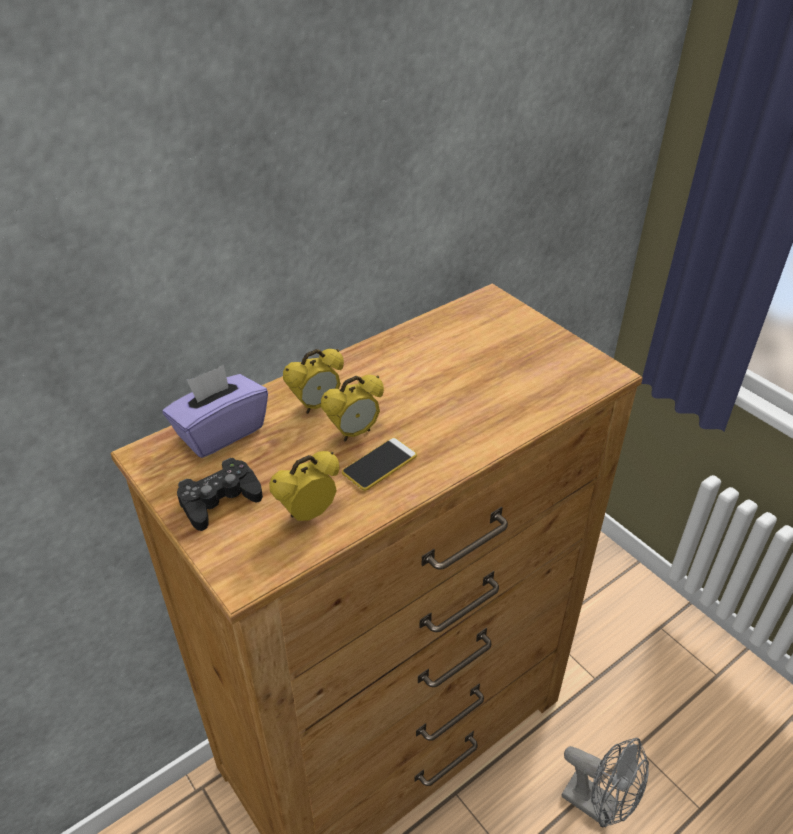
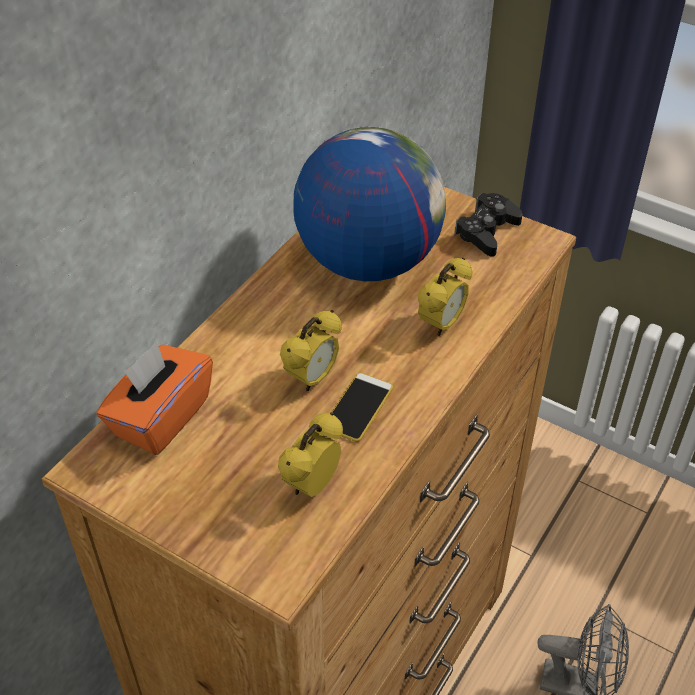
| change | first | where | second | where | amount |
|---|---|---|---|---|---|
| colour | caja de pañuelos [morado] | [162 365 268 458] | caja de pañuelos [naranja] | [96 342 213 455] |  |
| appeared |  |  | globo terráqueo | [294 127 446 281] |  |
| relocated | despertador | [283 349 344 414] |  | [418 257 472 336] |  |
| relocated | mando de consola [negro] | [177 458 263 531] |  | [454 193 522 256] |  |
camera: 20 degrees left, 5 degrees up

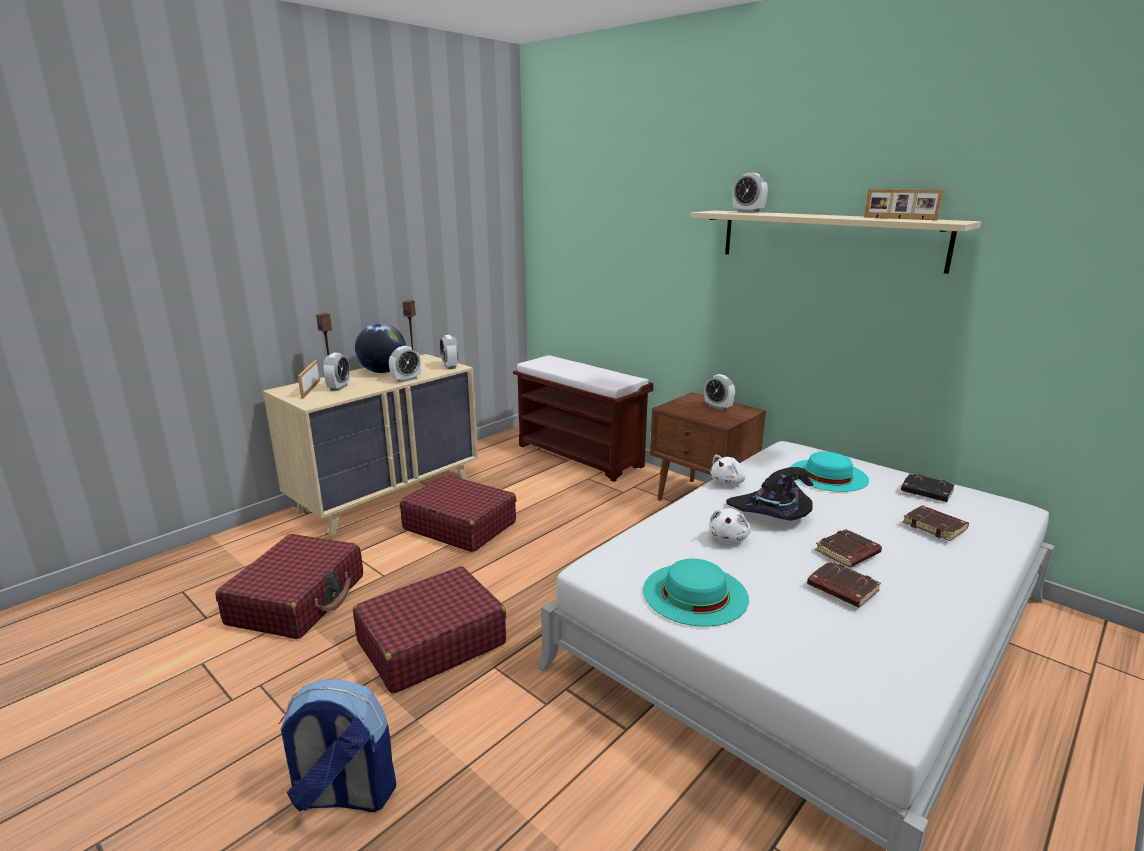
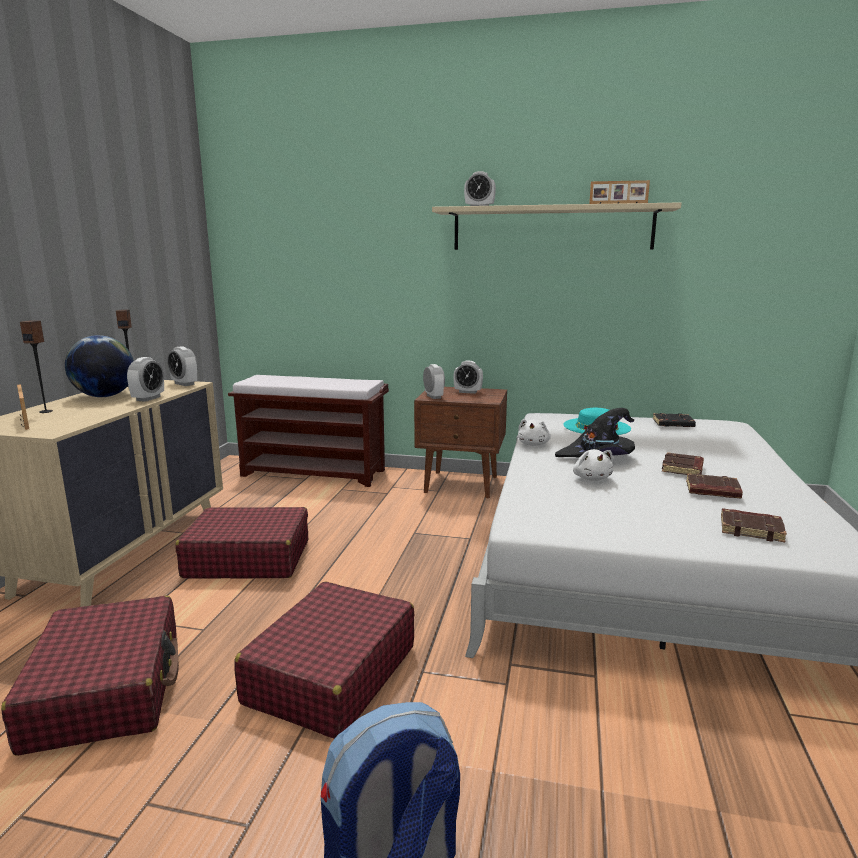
| change | first | where | second | where | amount |
|---|---|---|---|---|---|
| relocated | despertador | [323 353 350 391] |  | [423 364 445 399] |  |
| relocated | libro [marrón] | [903 505 969 541] |  | [721 508 787 542] |  |
| missing | sombrero [turquesa] | [643 559 749 627] |  |  |  |
camera: 30 degrees left, 5 degrees down

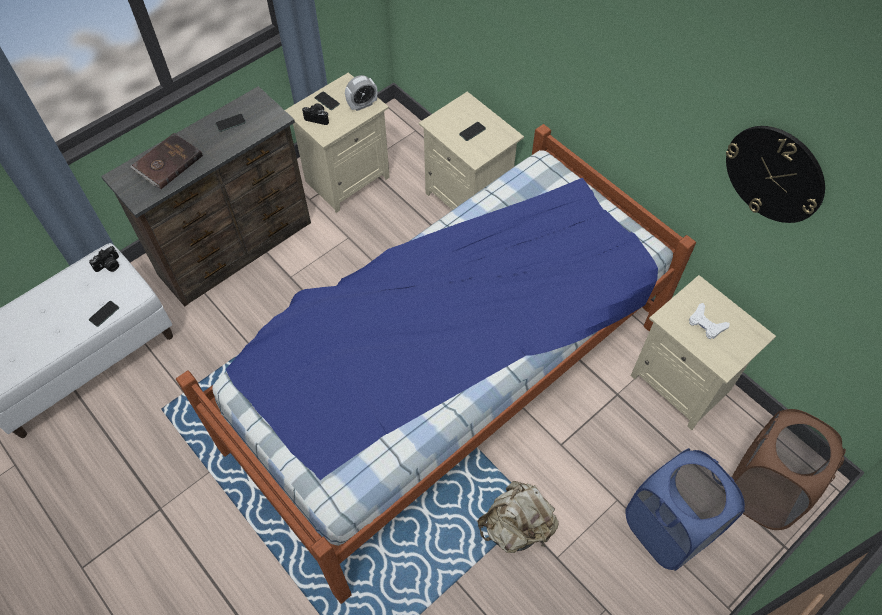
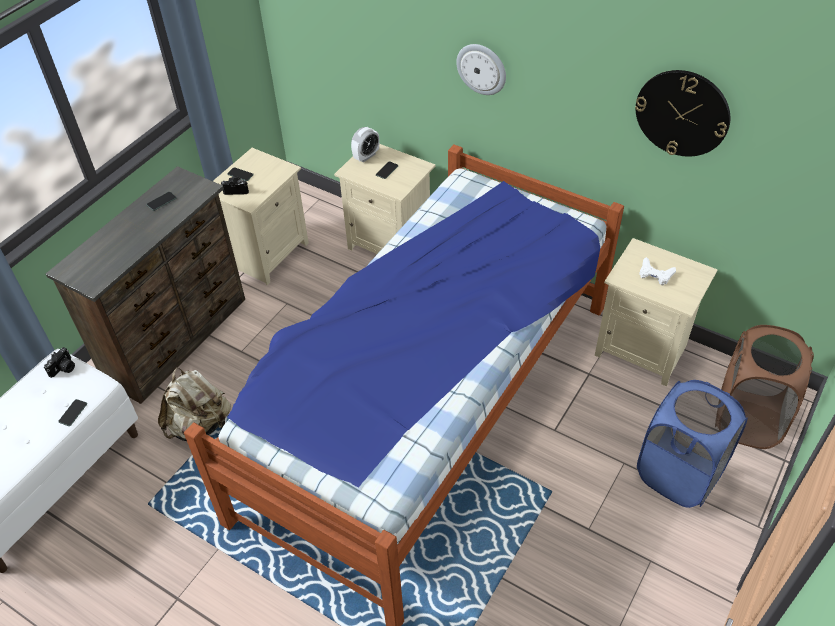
| change | first | where | second | where | amount |
|---|---|---|---|---|---|
| relocated | mochila [beis] | [477 481 559 553] |  | [158 367 231 441] |  |
| relocated | despertador | [345 75 377 111] |  | [351 127 379 162] |  |
| appeared |  |  | reloj de pared | [456 44 506 95] |  |
| missing | libro [marrón] | [130 133 203 189] |  |  |  |
camera: 15 degrees left, 10 degrees down

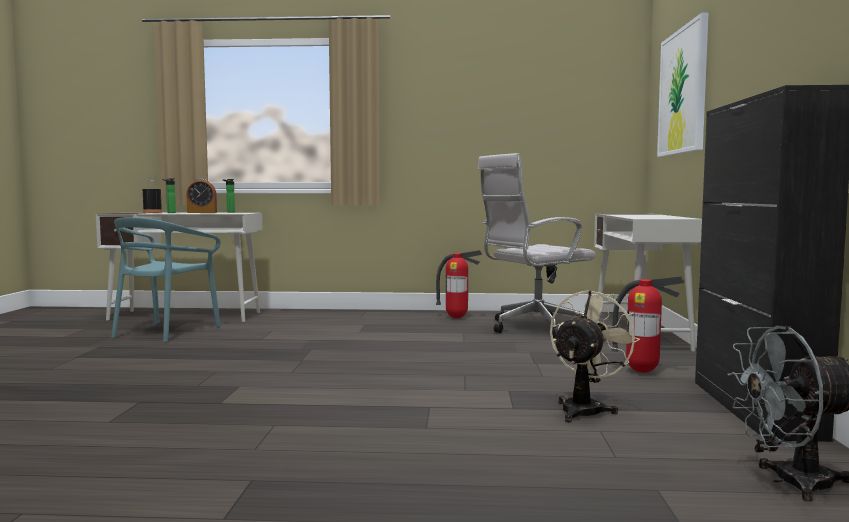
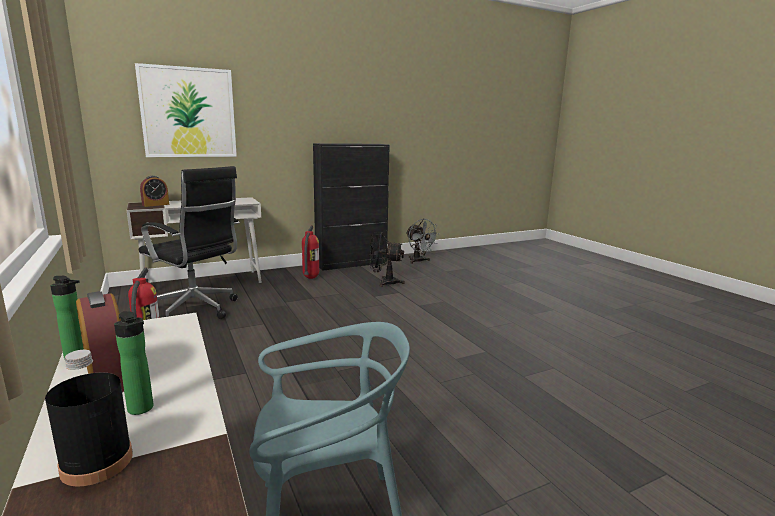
| change | first | where | second | where | amount |
|---|---|---|---|---|---|
| colour | silla de oficina [blanco] | [478 153 596 338] | silla de oficina [negro] | [139 166 240 319] |  |
| appeared |  |  | despertador | [140 176 169 207] |  |
| colour | ventilador [beis] | [550 290 640 422] | ventilador [negro] | [369 232 405 287] |  |
camera: 120 degrees left, 10 degrees up

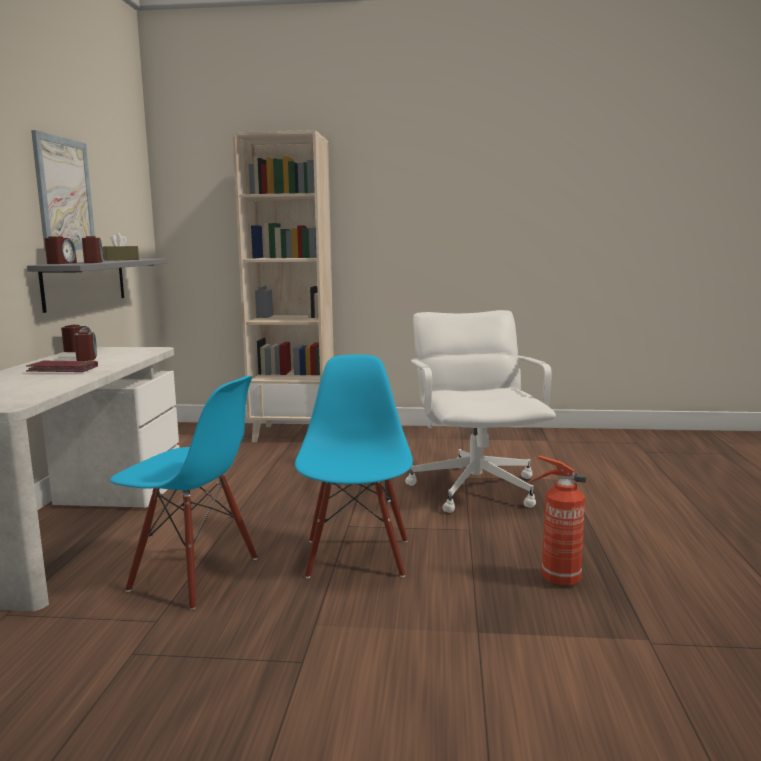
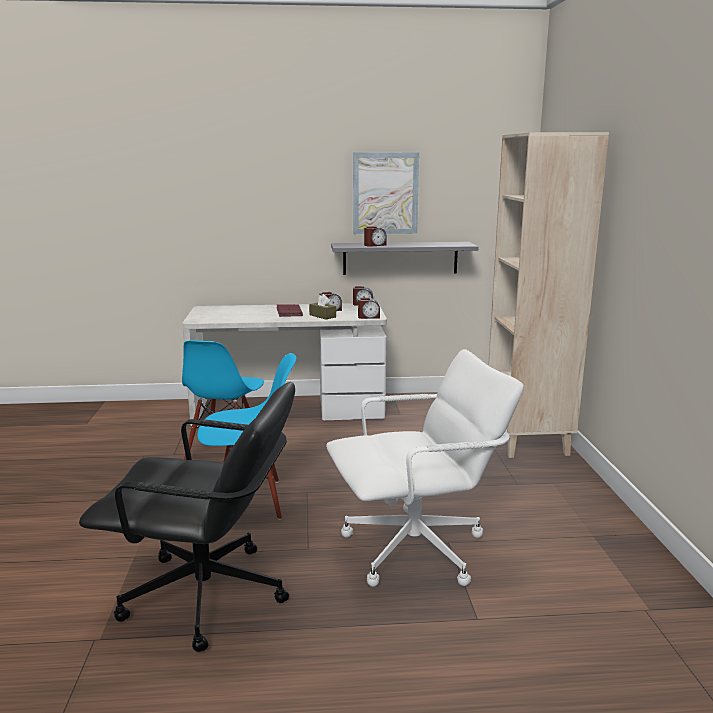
| change | first | where | second | where | amount |
|---|---|---|---|---|---|
| exchanged | extintor | [528 455 586 586] | silla de oficina [negro] | [79 382 295 652] |  |
| relocated | caja de pañuelos [marrón] | [102 233 139 261] |  | [309 294 336 319] |  |
| relocated | despertador | [44 236 77 264] |  | [358 298 380 319] |  |
camera: 80 degrees right, 5 degrees up

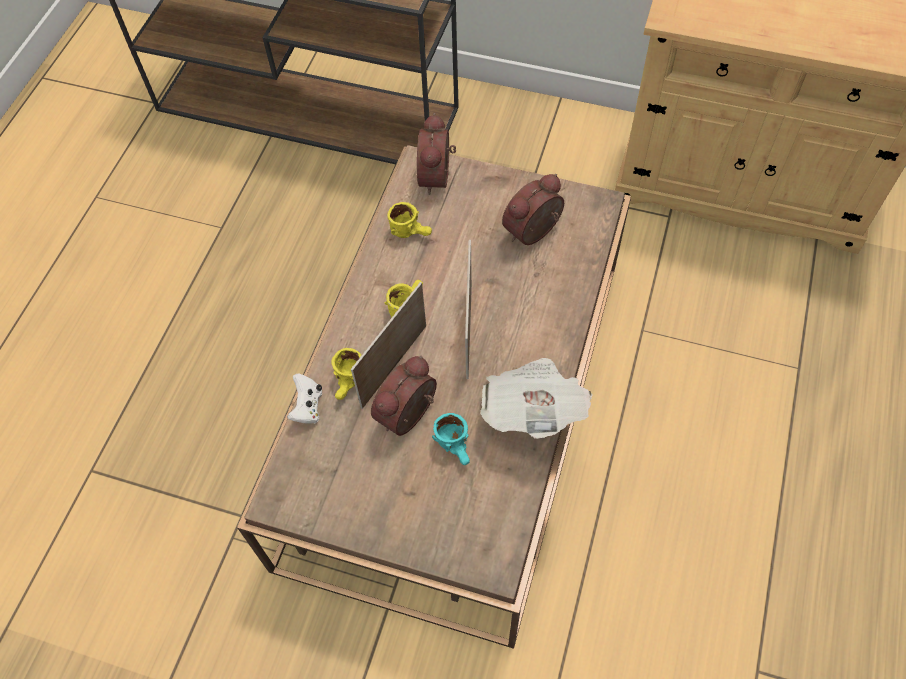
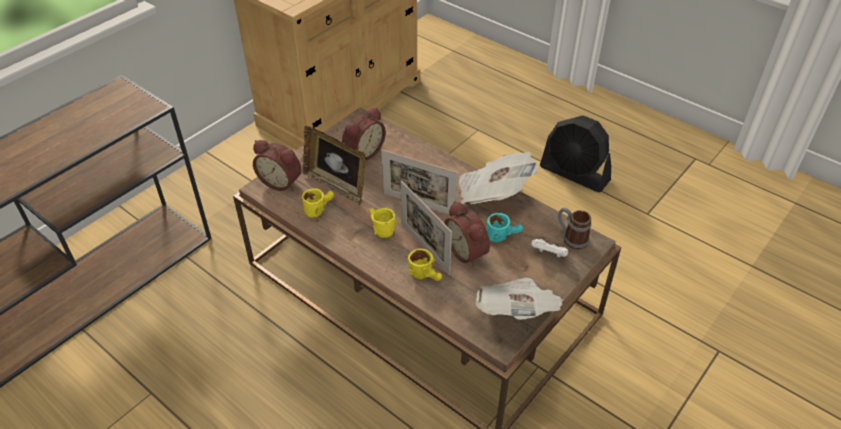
| change | first | where | second | where | amount |
|---|---|---|---|---|---|
| appeared |  |  | portarretratos | [302 126 365 206] |  |
| spun | despertador | [502 174 564 245] |  | [342 107 386 161] | 120 degrees counterclockwise |
| appeared |  |  | periódico | [475 278 564 320] |  |
| relocated | mando de consola [blanco] | [287 373 322 424] |  | [531 237 568 258] |  |
| appeared |  |  | ventilador [negro] | [540 116 611 192] |  |
| appeared |  |  | taza grande | [558 208 592 250] |  |
camera: 70 degrees left, 15 degrees down

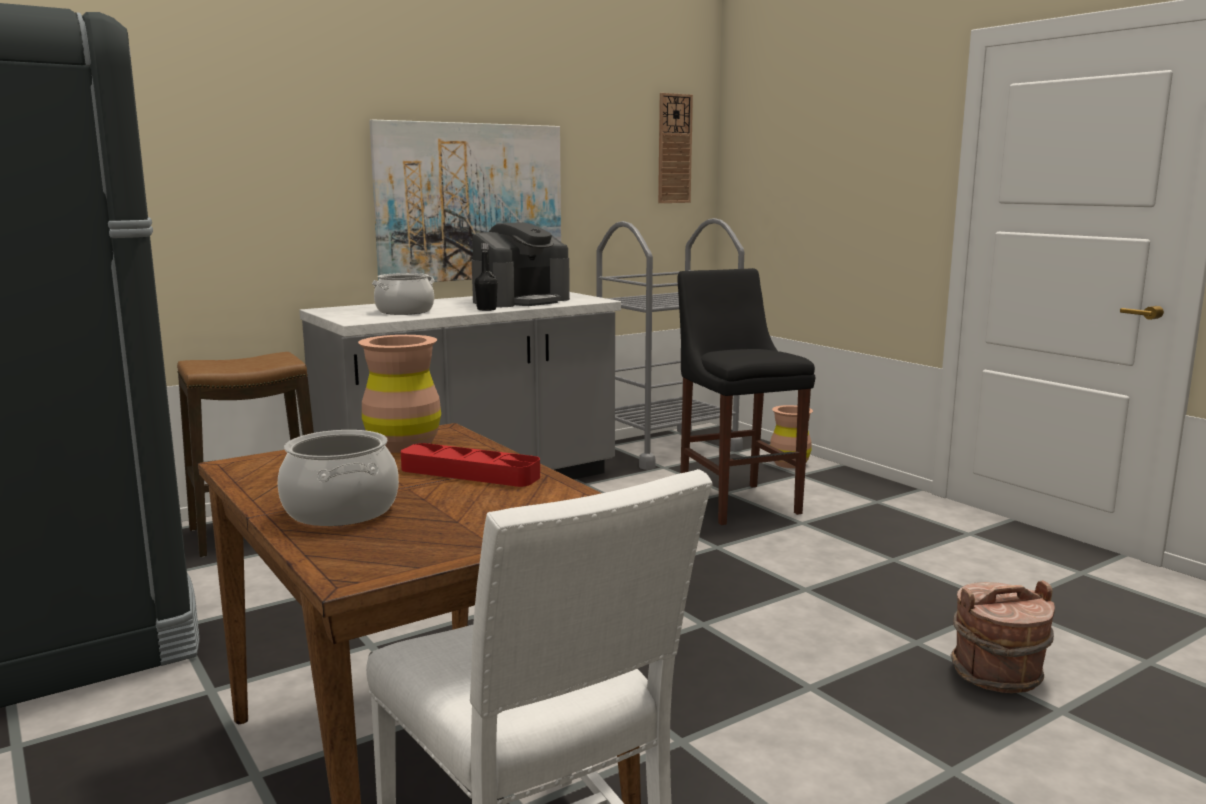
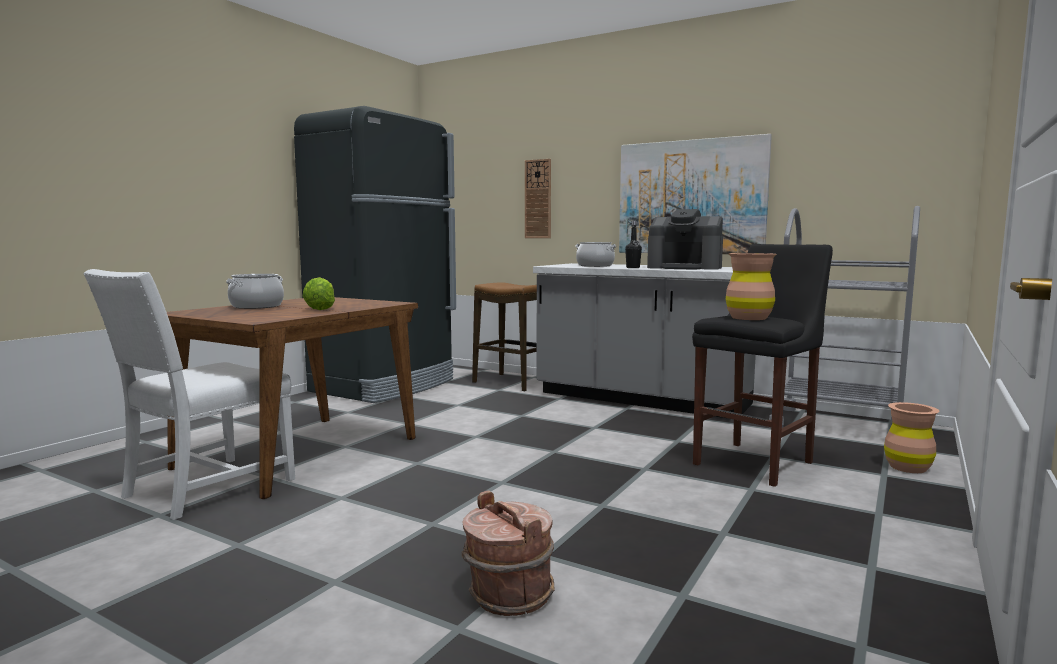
| change | first | where | second | where | amount |
|---|---|---|---|---|---|
| exchanged | bandeja [rojo] | [401 443 540 487] | lechuga | [303 277 335 310] |  |
| relocated | reloj de pared | [658 93 693 203] |  | [525 159 551 238] |  |
| relocated | florero [marrón] | [358 335 441 453] |  | [726 253 777 320] |  |
camera: 65 degrees right, 5 degrees down

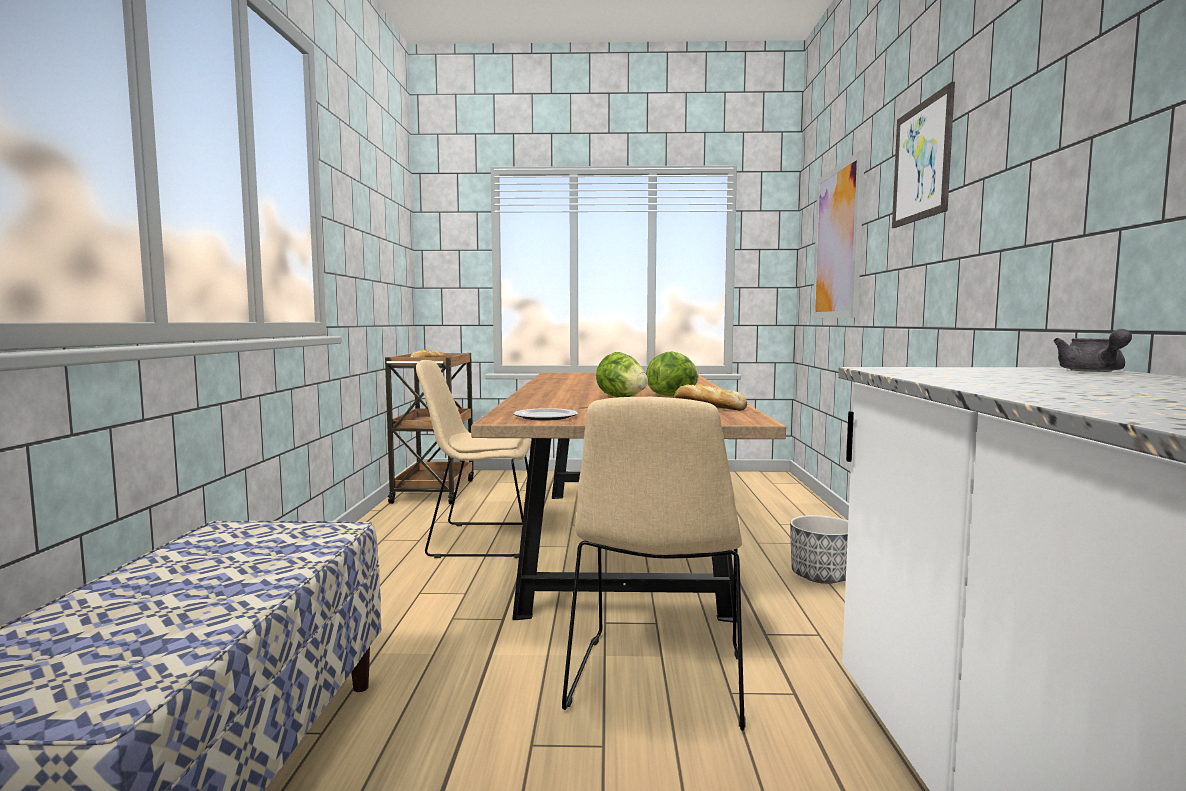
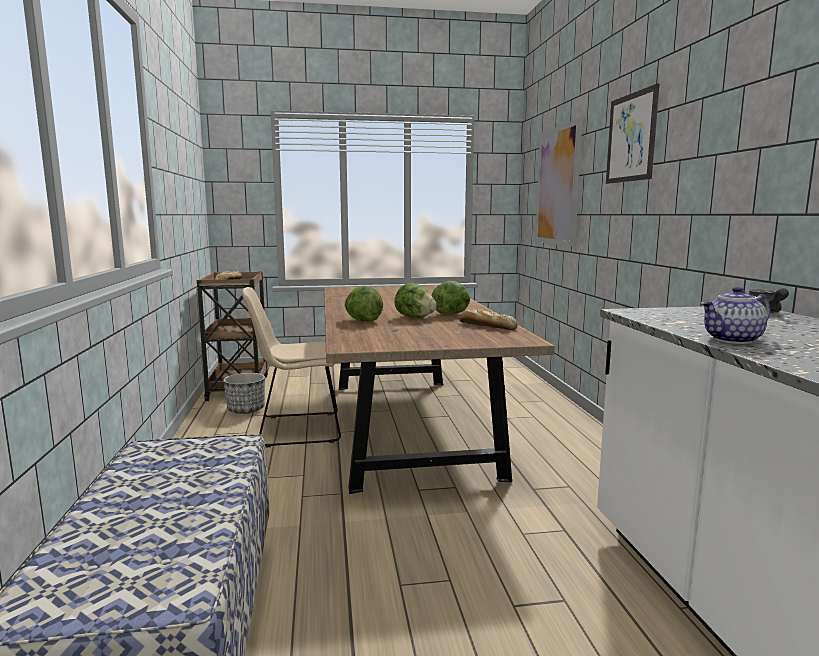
| change | first | where | second | where | amount |
|---|---|---|---|---|---|
| relocated | maceta | [790 515 848 584] |  | [223 373 265 414] |  |
| appeared |  |  | lechuga | [344 286 383 322] |  |
| appeared |  |  | tetera | [701 286 771 344] |  |
| missing | plato | [514 408 578 421] |  |  |  |
| missing | silla [beis] | [562 397 746 731] |  |  |  |
camera: 10 degrees left, 5 degrees up

